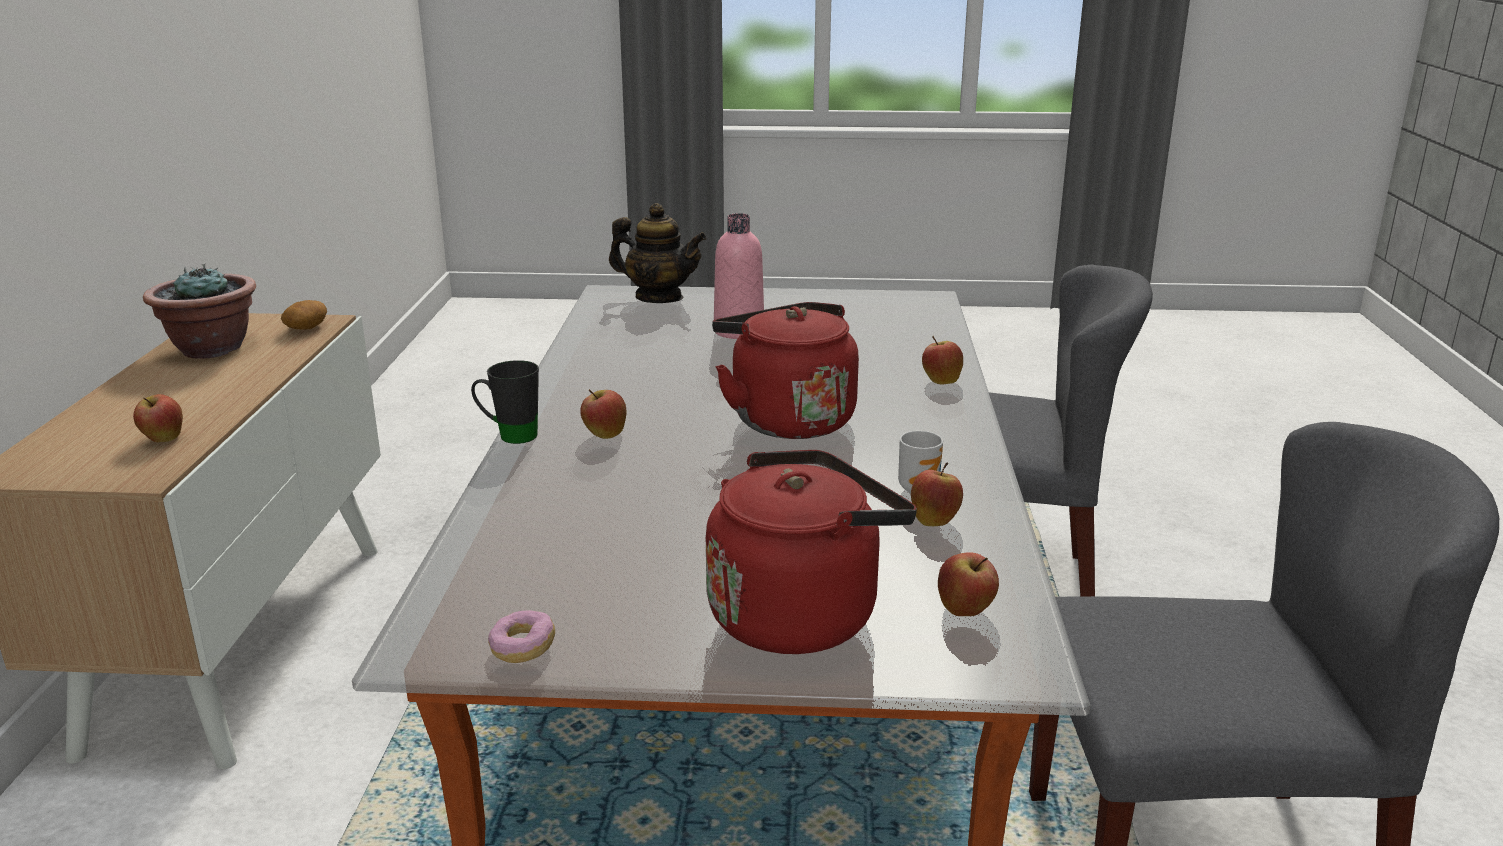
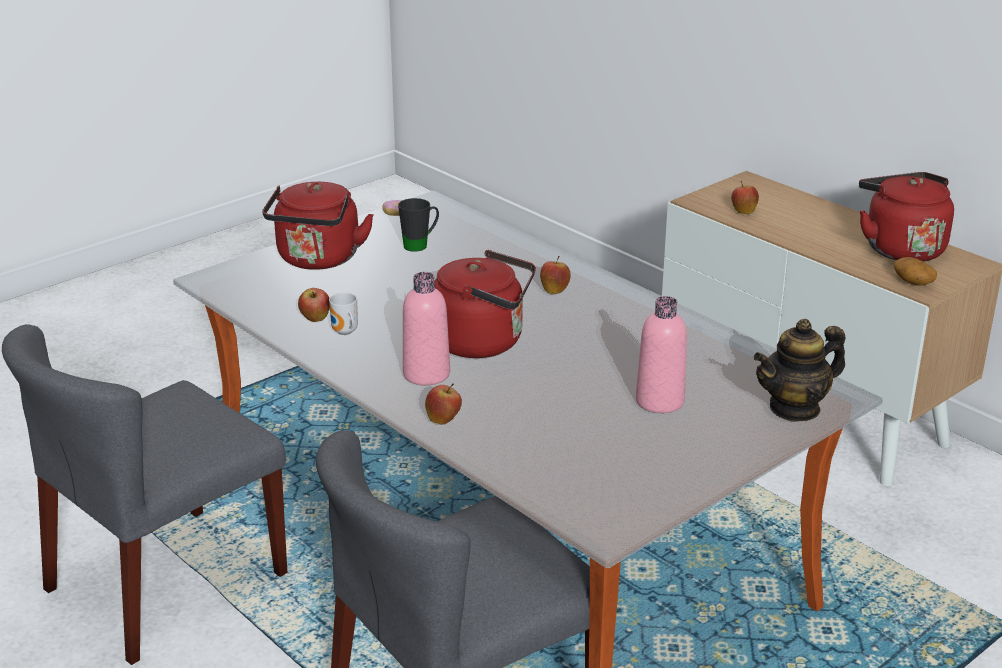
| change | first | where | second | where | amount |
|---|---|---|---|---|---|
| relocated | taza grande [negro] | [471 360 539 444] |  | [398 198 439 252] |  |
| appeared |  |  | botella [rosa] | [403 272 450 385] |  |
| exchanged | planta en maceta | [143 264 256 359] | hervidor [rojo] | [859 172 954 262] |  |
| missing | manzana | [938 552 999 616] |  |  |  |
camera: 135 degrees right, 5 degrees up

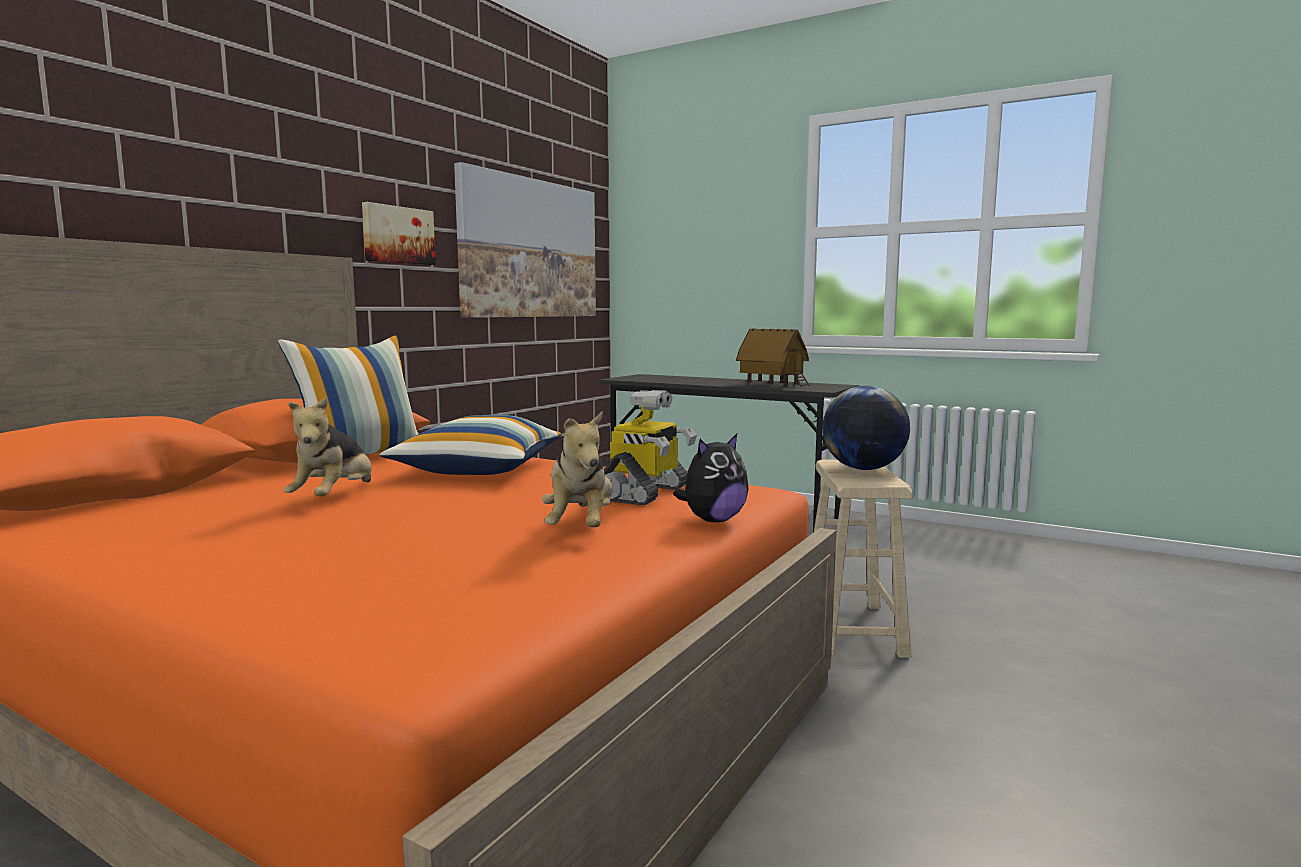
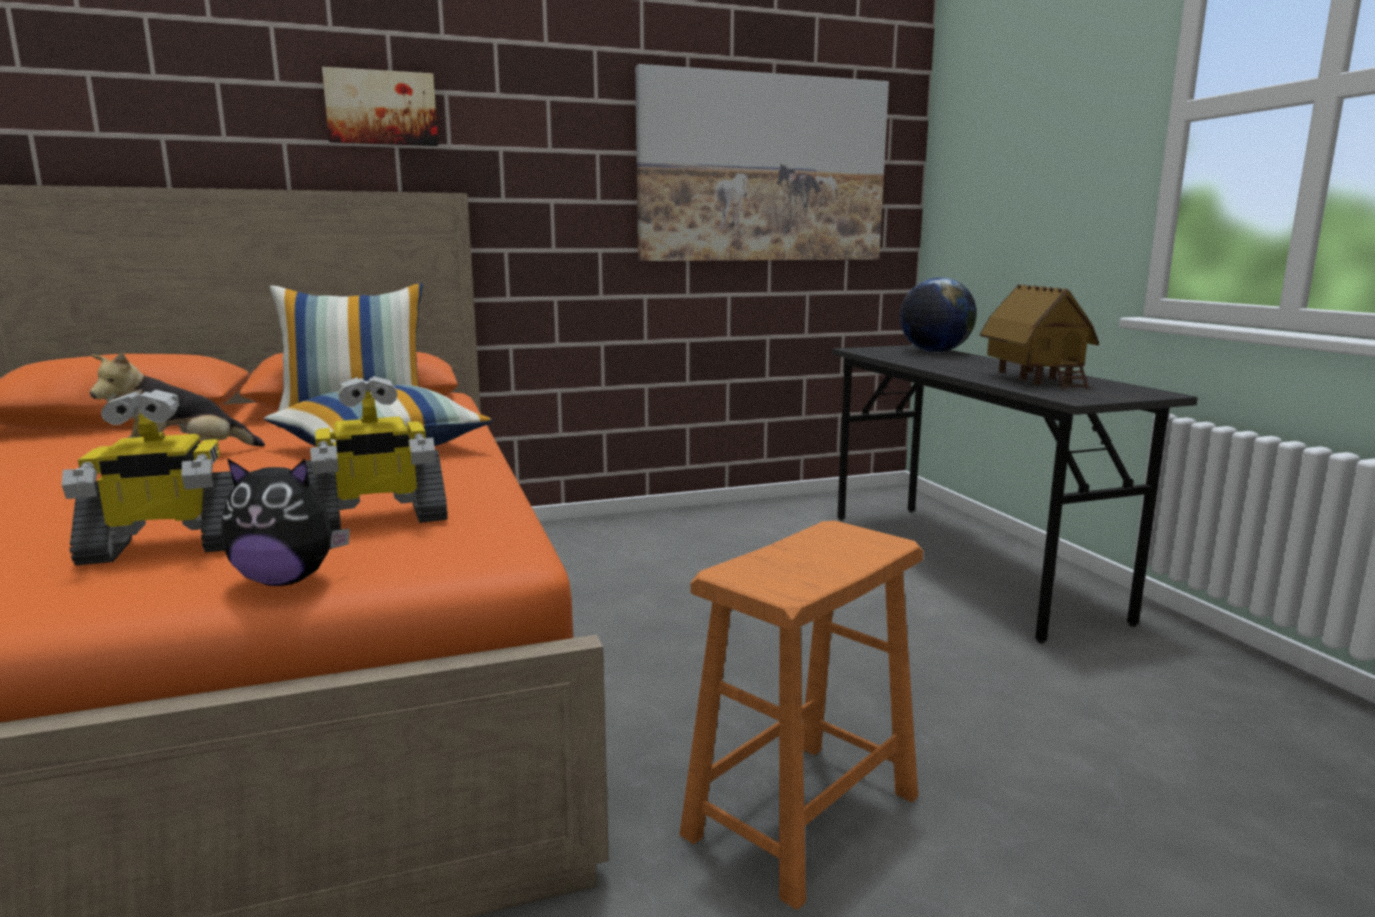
| change | first | where | second | where | amount |
|---|---|---|---|---|---|
| exchanged | peluche | [542 411 612 527] | robot de juguete | [61 390 234 566] |  |
| relocated | cuadro | [362 202 436 265] |  | [322 67 438 146] |  |
| colour | taburete [beis] | [814 460 912 658] | taburete [naranja] | [680 521 923 910] |  |
| relocated | globo terráqueo | [822 386 910 470] |  | [900 277 977 352] |  |
camera: 40 degrees right, 5 degrees up

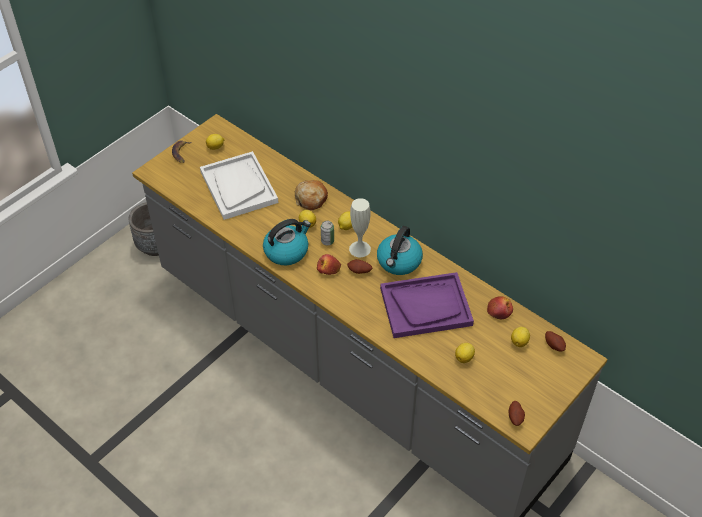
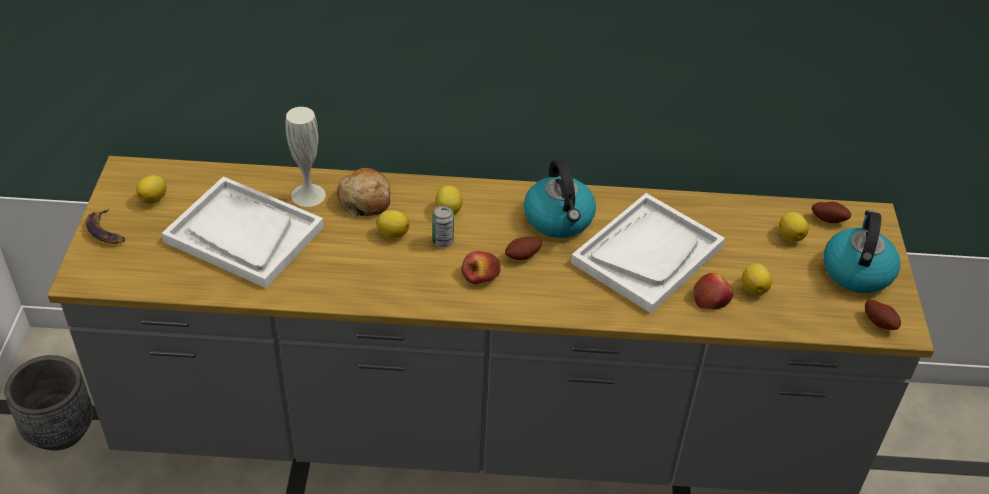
| change | first | where | second | where | amount |
|---|---|---|---|---|---|
| relocated | florero [blanco] | [349 198 371 257] |  | [285 107 326 207] |  |
| colour | bandeja [morado] | [380 272 474 338] | bandeja [blanco] | [571 193 725 313] |  |
| relocated | manzana | [487 296 513 319] |  | [693 273 733 309] |  |
| relocated | hervidor | [263 219 311 265] |  | [824 210 900 293] |  |
camera: 40 degrees left, 5 degrees down

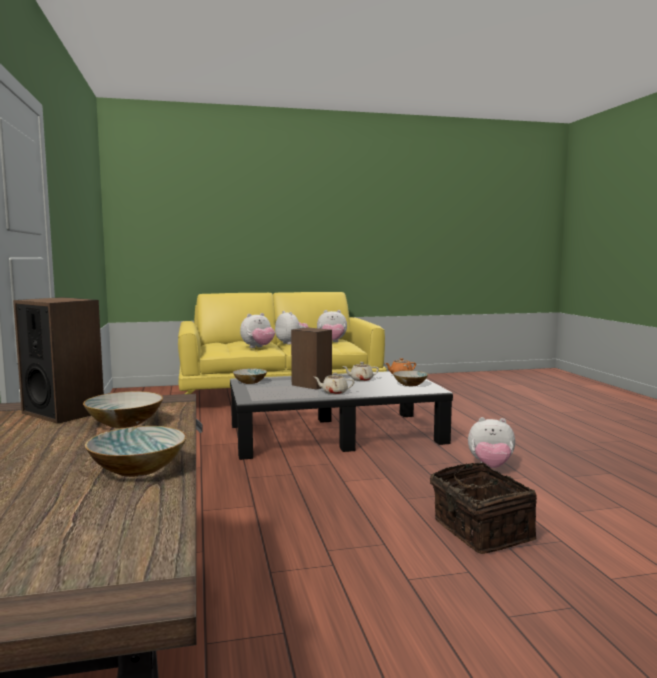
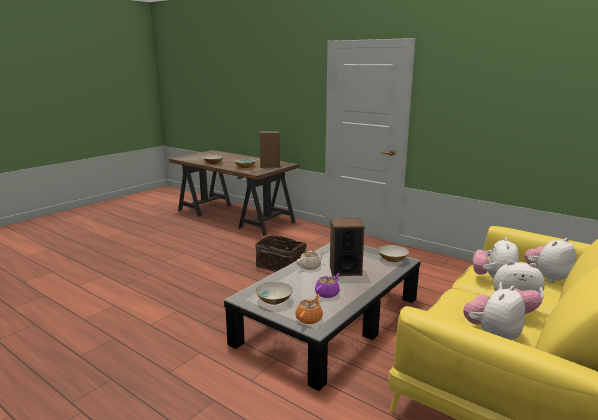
| change | first | where | second | where | amount |
|---|---|---|---|---|---|
| relocated | cesta | [430 463 537 554] |  | [255 235 307 272] |  |
| colour | tetera [beis] | [342 362 379 381] | tetera [morado] | [315 273 340 298] |  |
| relocated | peluche | [468 417 515 468] |  | [524 238 577 283] |  |
camera: 140 degrees right, 10 degrees up

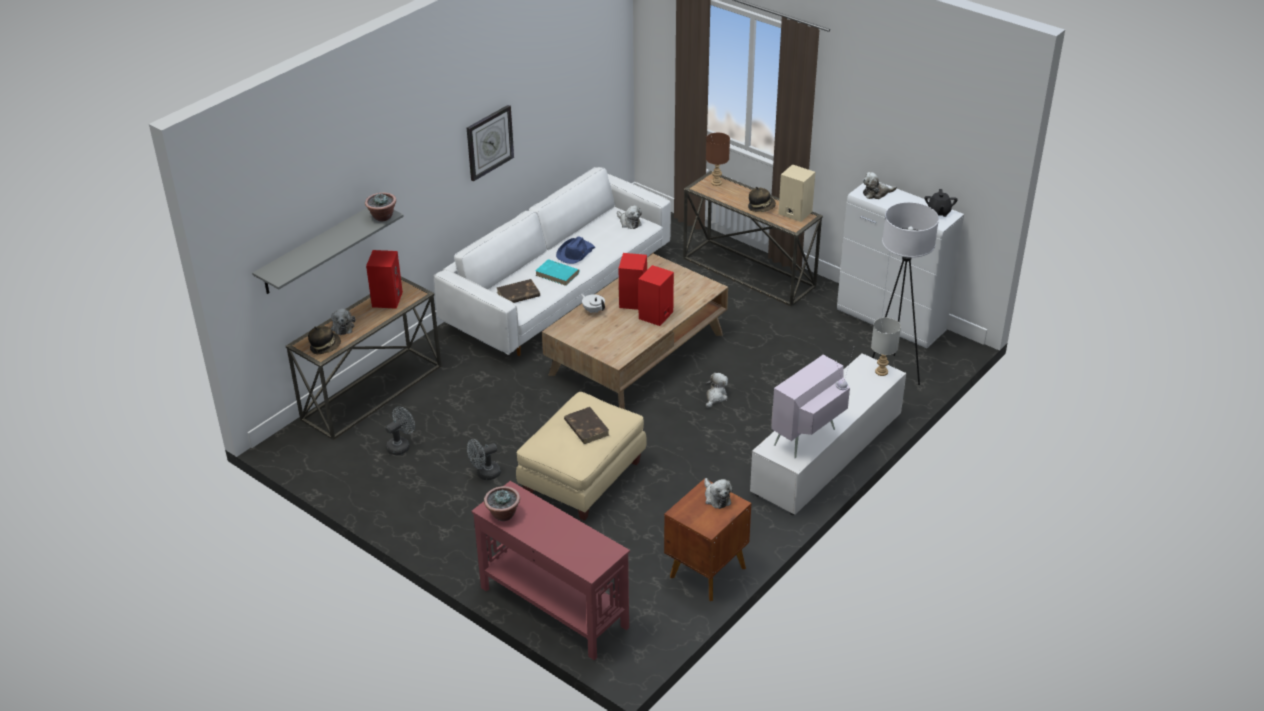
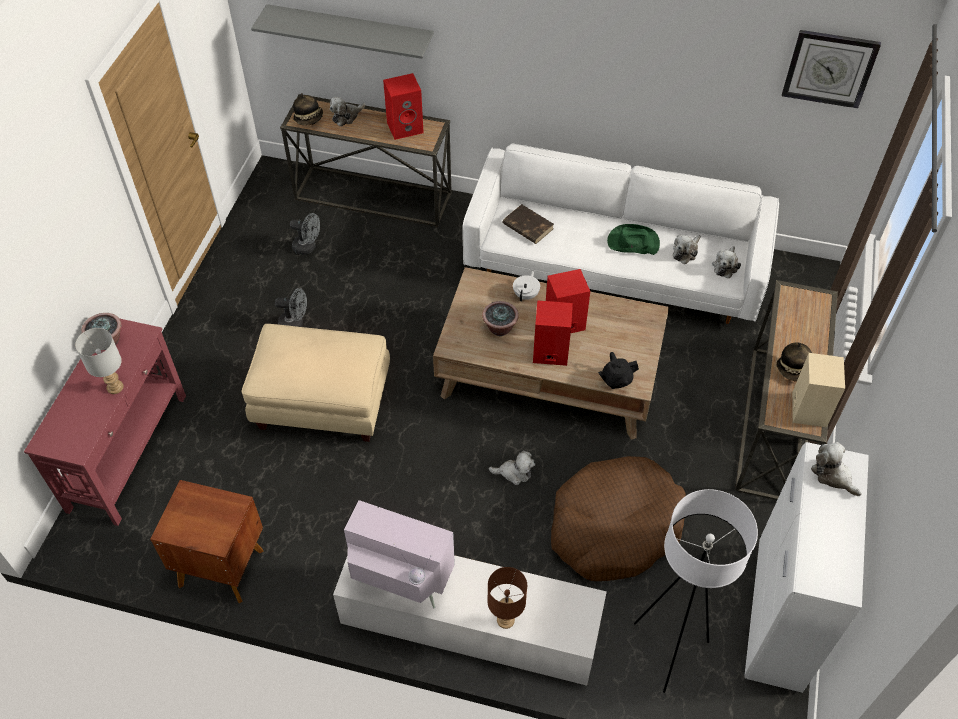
| change | first | where | second | where | amount |
|---|---|---|---|---|---|
| relocated | lámpara de mesa [gris] | [871 318 901 376] |  | [75 328 124 394] |  |
| spun | ventilador [gris] | [467 439 501 480] |  | [275 288 307 327] | 150 degrees clockwise |
| relocated | planta en maceta | [365 193 396 221] |  | [482 301 519 336] |  |
| relocated | lámpara de mesa [marrón] | [706 133 730 186] |  | [487 567 527 629] |  |
| appeared |  |  | cama para perro [marrón] | [551 456 686 581] |  |
| relocated | tetera [negro] | [924 189 958 217] |  | [598 352 639 389] |  |
| colour | sombrero [azul] | [556 236 595 264] | sombrero [verde] | [607 224 660 255] |  |
| relocated | peluche | [704 478 733 509] |  | [673 235 701 264] |  |
| relocated | reloj de pared | [467 105 514 181] |  | [782 30 881 108] |  |
| missing | libro [turquesa] | [535 259 579 286] |  |  |  |
| missing | libro [marrón] | [564 407 609 444] |  |  |  |
camera: 65 degrees right, 15 degrees up

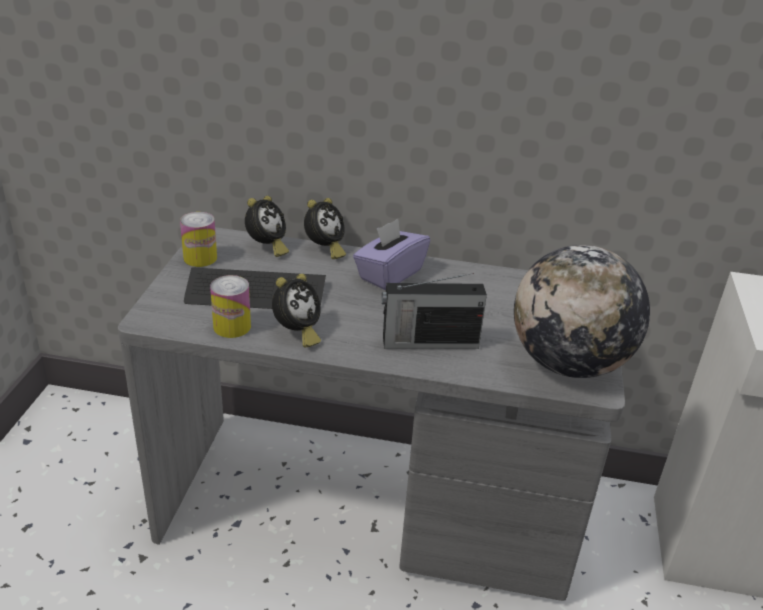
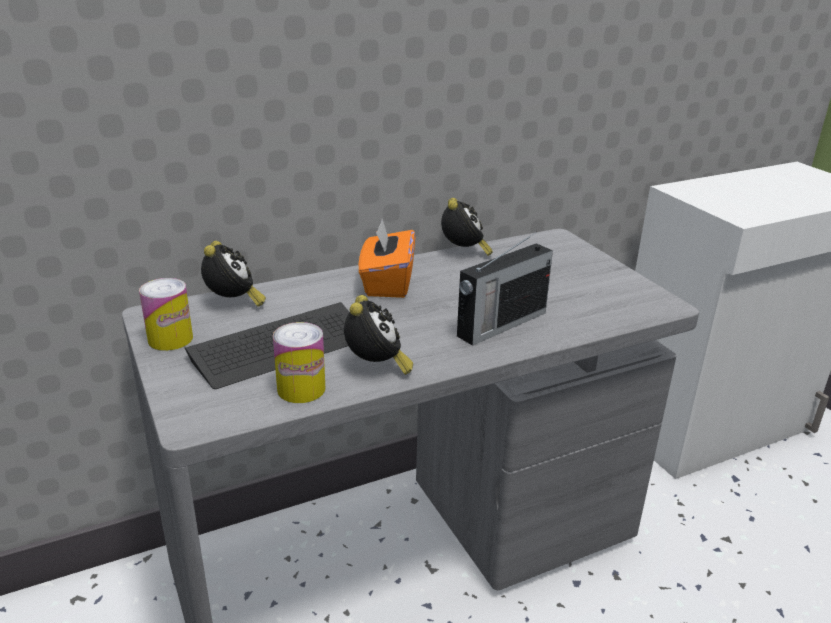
| change | first | where | second | where | amount |
|---|---|---|---|---|---|
| colour | caja de pañuelos [morado] | [353 219 430 290] | caja de pañuelos [naranja] | [359 219 415 298] |  |
| relocated | despertador | [304 198 346 259] |  | [441 198 493 256] |  |
| missing | globo terráqueo | [514 245 650 378] |  |  |  |
camera: 35 degrees left, 5 degrees down

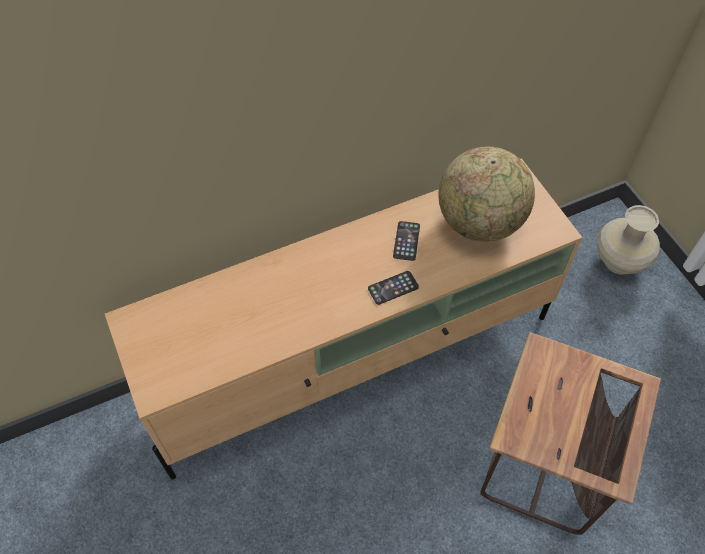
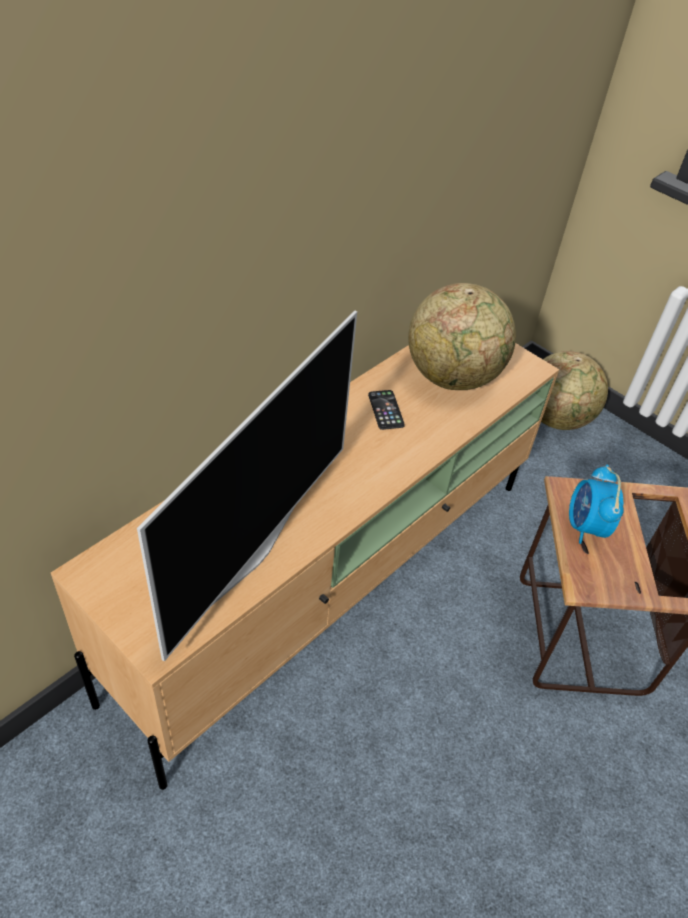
| change | first | where | second | where | amount |
|---|---|---|---|---|---|
| appeared |  |  | televisor | [137 311 357 662] |  |
| exchanged | florero [beis] | [597 205 660 275] | globo terráqueo | [541 351 608 430] |  |
| appeared |  |  | despertador | [569 465 624 544] |  |
| missing | móvil | [368 271 419 305] |  |  |  |
camera: 25 degrees left, 10 degrees down

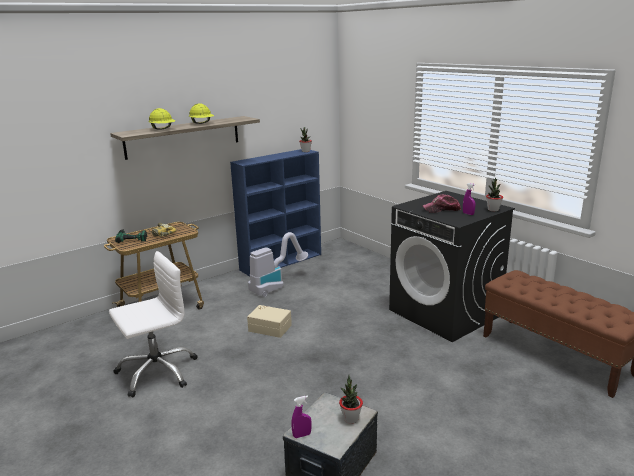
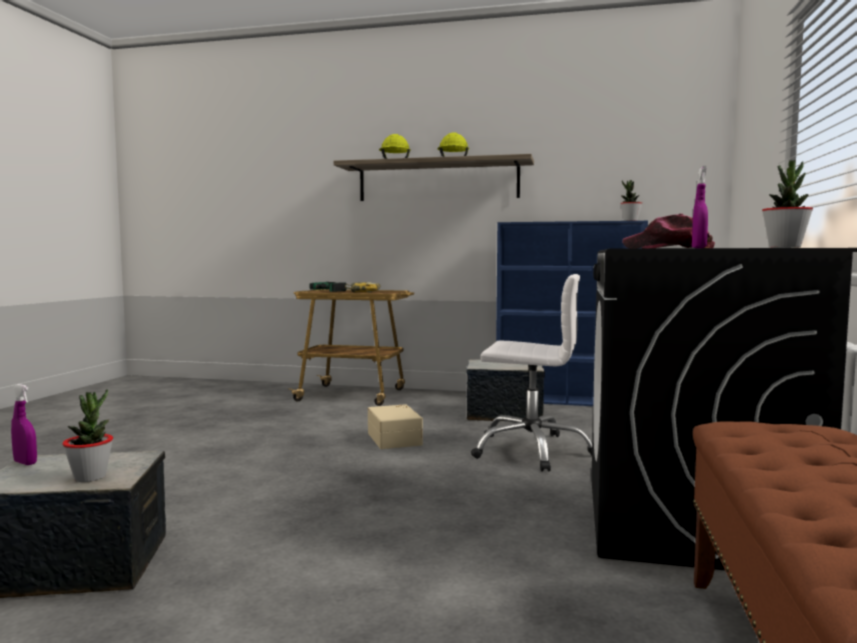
| change | first | where | second | where | amount |
|---|---|---|---|---|---|
| exchanged | aspiradora | [248 232 308 297] | caja de almacenaje | [466 359 545 421] |  |
| relocated | silla de oficina [blanco] | [109 251 197 397] |  | [471 274 592 472] |  |
camera: 50 degrees right, 15 degrees down

